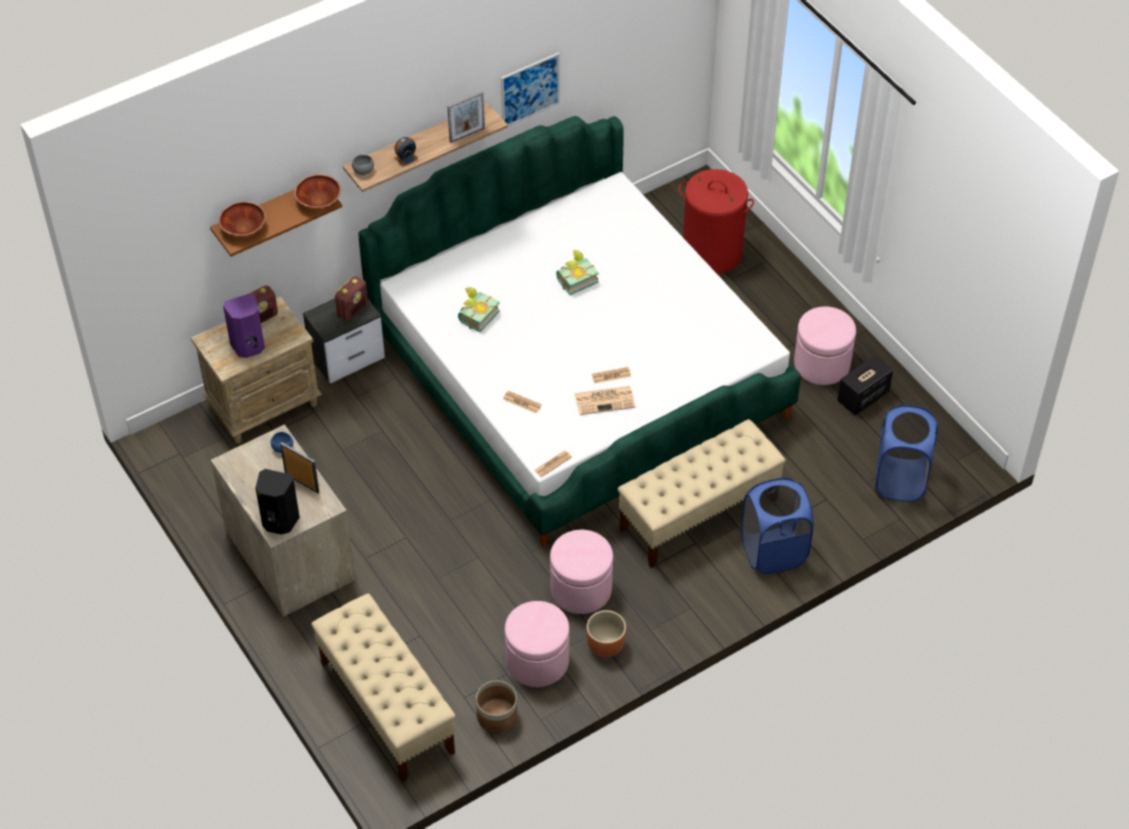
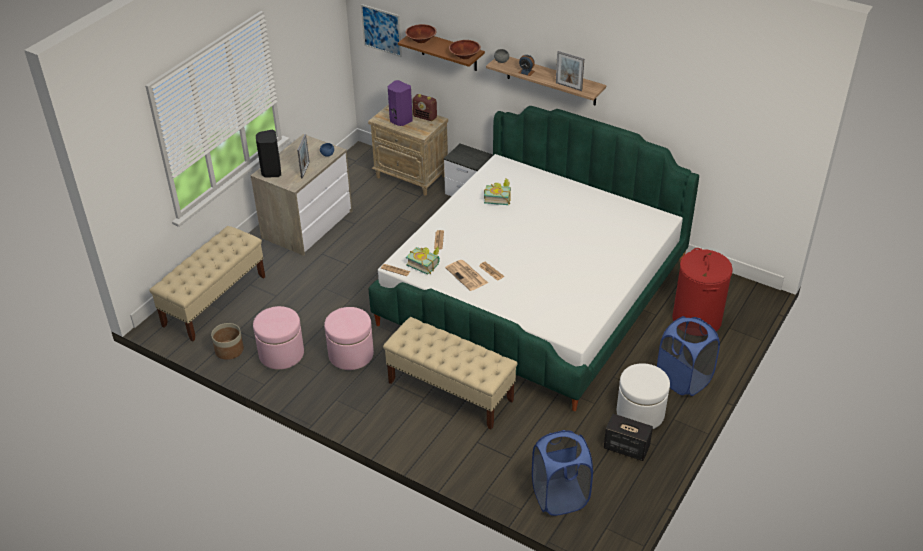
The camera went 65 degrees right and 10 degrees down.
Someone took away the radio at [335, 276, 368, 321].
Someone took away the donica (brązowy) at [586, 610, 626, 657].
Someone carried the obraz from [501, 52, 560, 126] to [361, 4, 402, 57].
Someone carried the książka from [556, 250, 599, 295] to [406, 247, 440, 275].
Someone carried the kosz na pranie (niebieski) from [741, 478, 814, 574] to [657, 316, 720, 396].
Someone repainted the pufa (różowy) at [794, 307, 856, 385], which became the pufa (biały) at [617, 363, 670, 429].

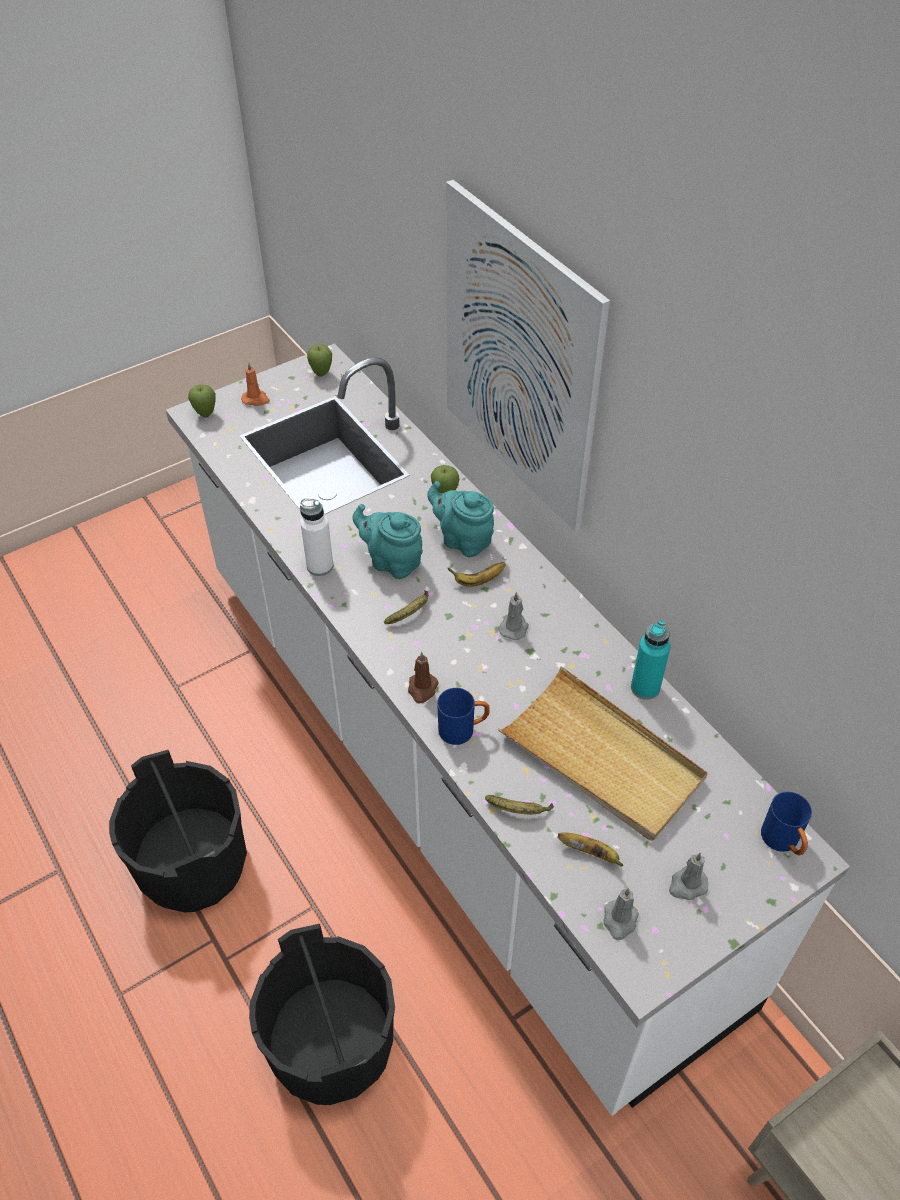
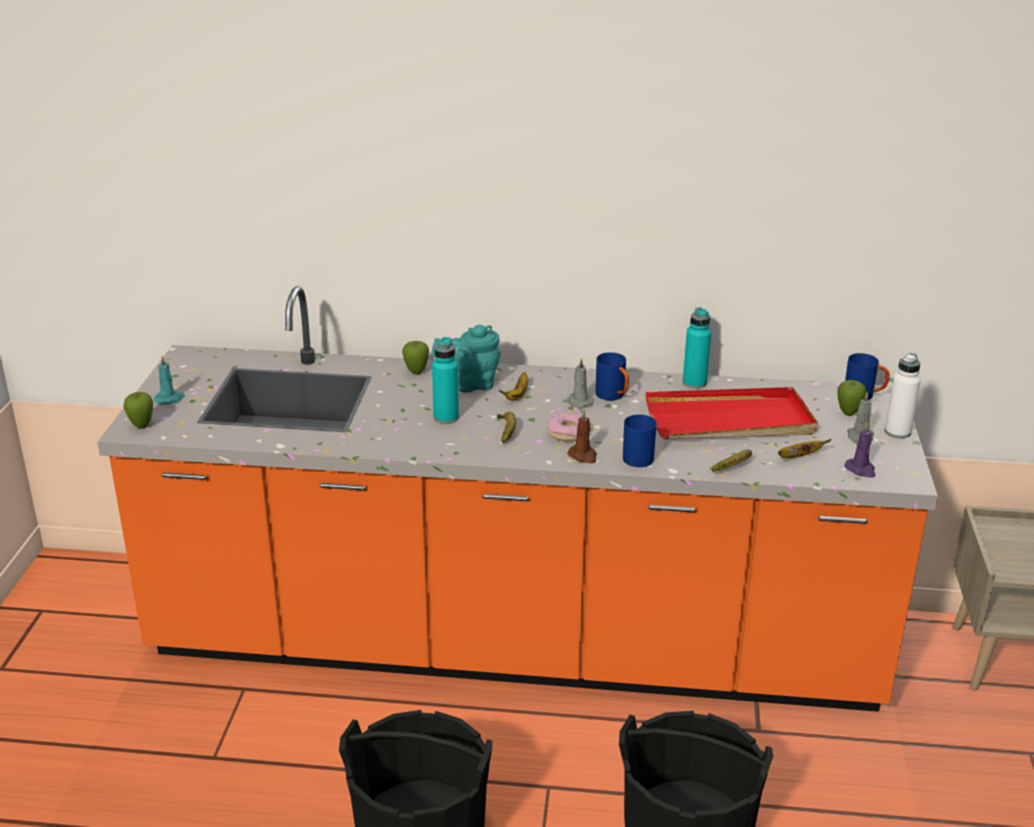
The camera went 50 degrees left and 20 degrees down.
Someone took away the obraz at [446, 180, 610, 532].
Someone put down the donut at [547, 413, 582, 442].
Someone put down the kubek (niebieski) at [596, 352, 629, 401].
Someone carried the butelka (biały) from [300, 498, 333, 576] to [885, 353, 921, 439].
Someone carried the jabłko from [307, 344, 332, 377] to [837, 380, 867, 416].
Someone swapped the imbryk (turkusowy) at [353, 504, 423, 579] for the butelka (turkusowy) at [432, 337, 459, 424].
Someone repainted the zabudowa kuchenna (biały) at [166, 343, 850, 1116], which became the zabudowa kuchenna (pomarańczowy) at [97, 286, 938, 712].
Someone repainted the świeca (pomarańczowy) at [241, 362, 270, 406], which became the świeca (turkusowy) at [154, 355, 185, 405].
Someone repainted the taca (beżowy) at [498, 666, 708, 841], which became the taca (czerwony) at [646, 387, 818, 439].
Someone repainted the świeca (szary) at [604, 888, 639, 940], which became the świeca (fioletowy) at [844, 422, 875, 478].

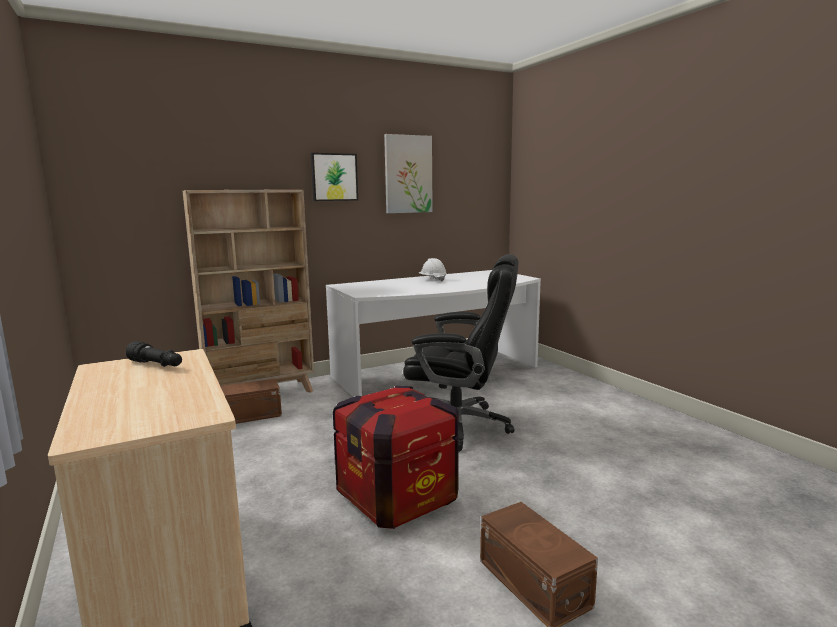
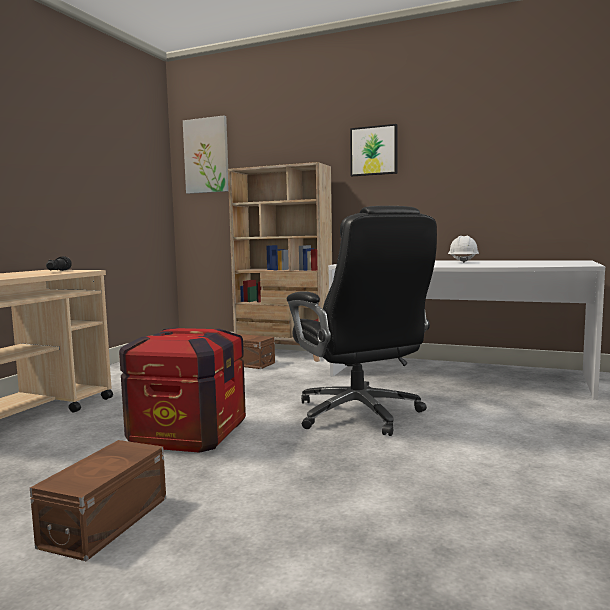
The camera went 50 degrees right and 5 degrees down.
Someone carried the obraz from [384, 134, 433, 213] to [183, 115, 229, 194].

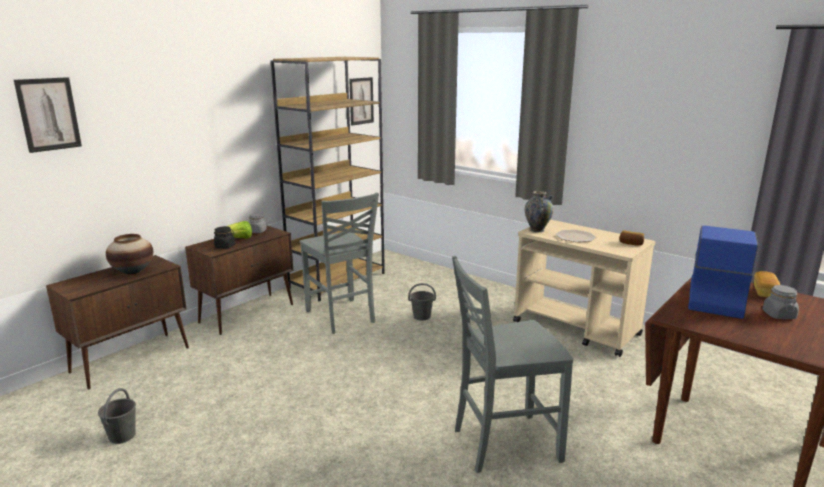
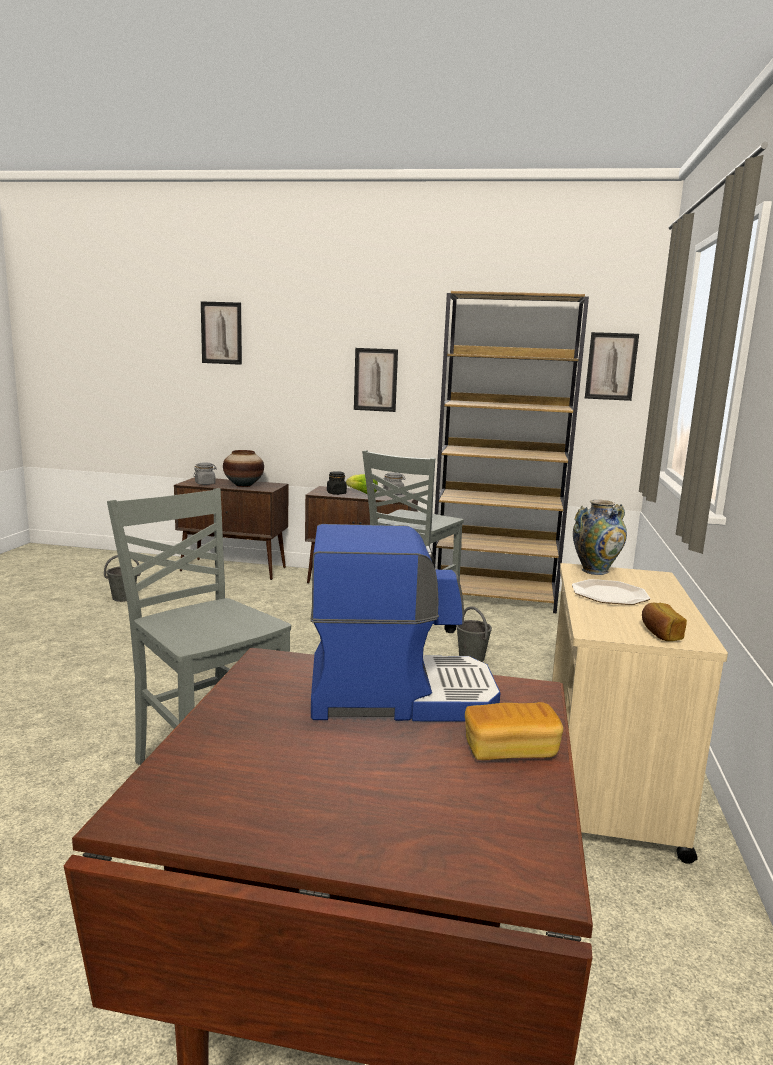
The camera went 60 degrees right and 5 degrees down.
Someone put up the obraz at [354, 348, 398, 412].
Someone carried the słoik (szary) from [762, 285, 799, 319] to [193, 463, 217, 485].

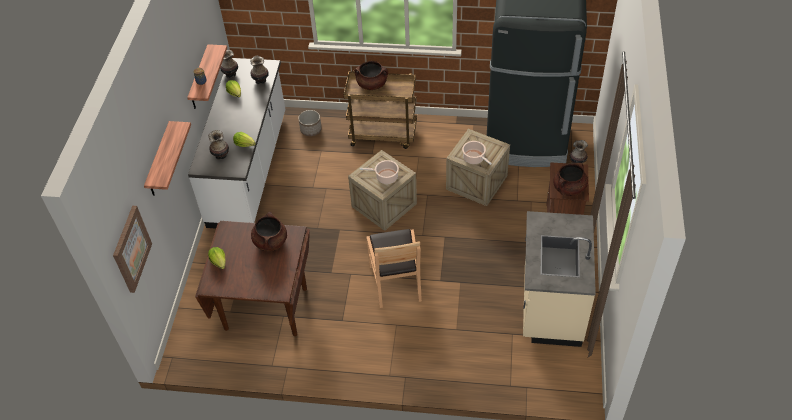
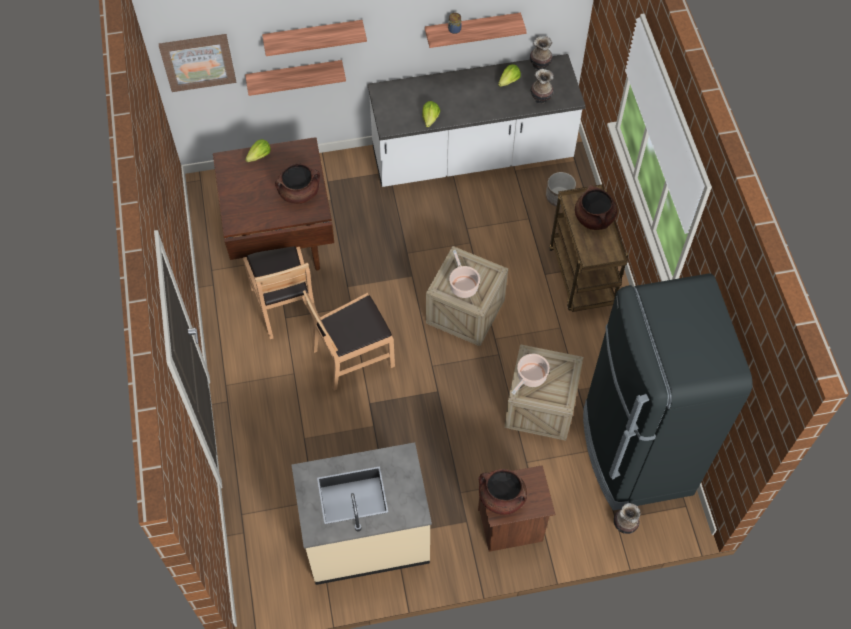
The camera went 70 degrees right and 10 degrees up.
Someone took away the wazon at [208, 130, 229, 160].
Someone put down the krzesło (brązowy) at [243, 246, 315, 339].
Someone put up the półka at [245, 60, 346, 96].

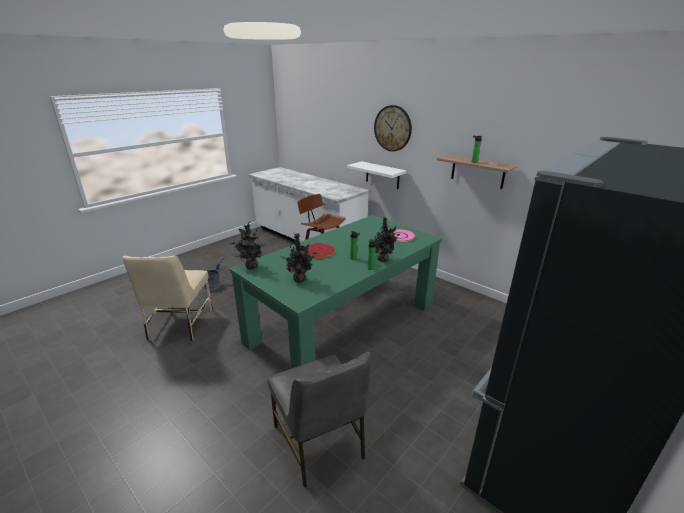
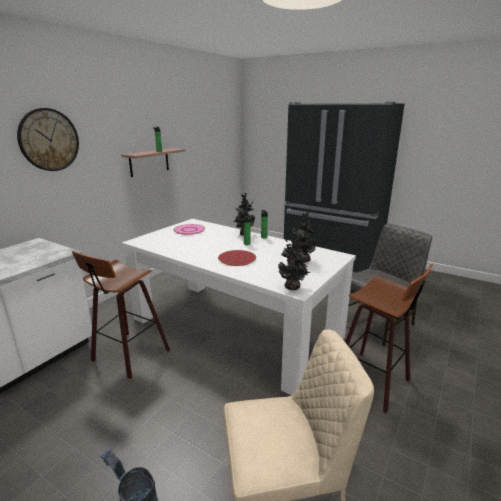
The camera went 100 degrees left and 5 degrees down.
Someone took away the półka (biały) at [347, 161, 406, 189].
Someone put down the stołek at [345, 264, 433, 413].
Someone repainted the stół jadalny (zielony) at [230, 215, 442, 369], which became the stół jadalny (biały) at [122, 219, 356, 395].

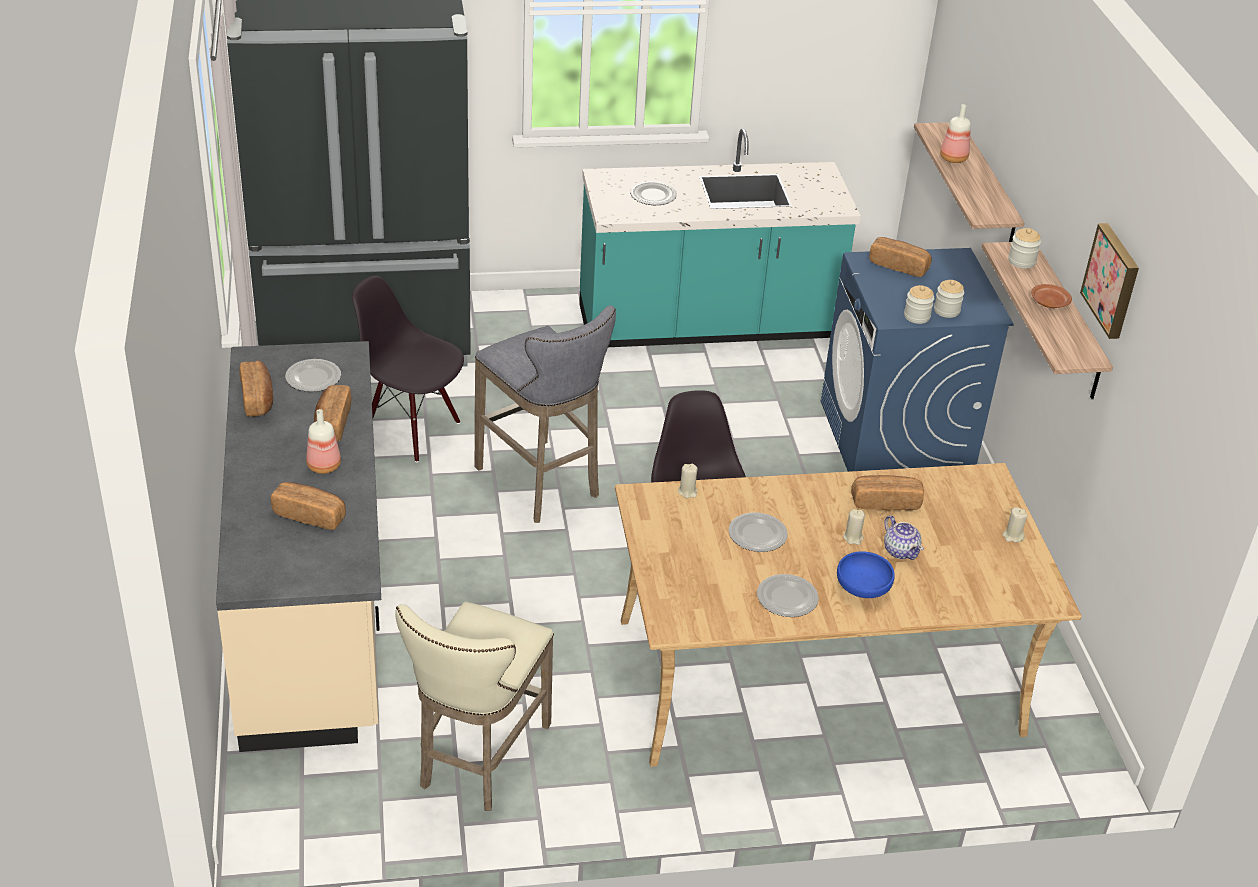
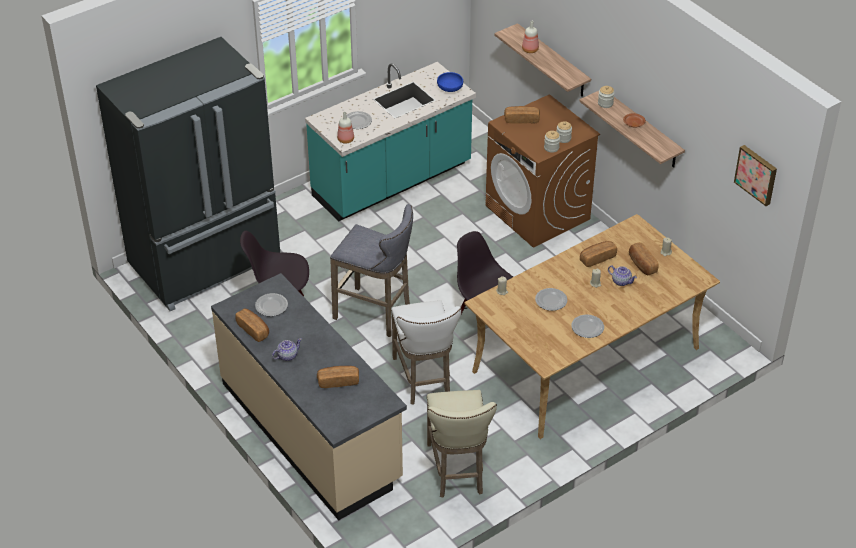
The camera went 25 degrees left and 5 degrees up.
Someone put down the imbryk at [272, 338, 302, 361].
Someone put down the stołek (biały) at [391, 300, 461, 404].
Someone carried the butelka from [306, 409, 341, 474] to [337, 112, 354, 144].
Someone carried the chleb from [314, 385, 351, 442] to [629, 242, 659, 275].
Someone carried the miska (niebieski) from [837, 551, 895, 598] to [437, 72, 463, 92].
Someone carried the obraz from [1080, 223, 1139, 339] to [734, 145, 777, 206].
Someone repainted the pralka (niebieski) at [821, 248, 1014, 472], which became the pralka (brązowy) at [485, 94, 600, 248].

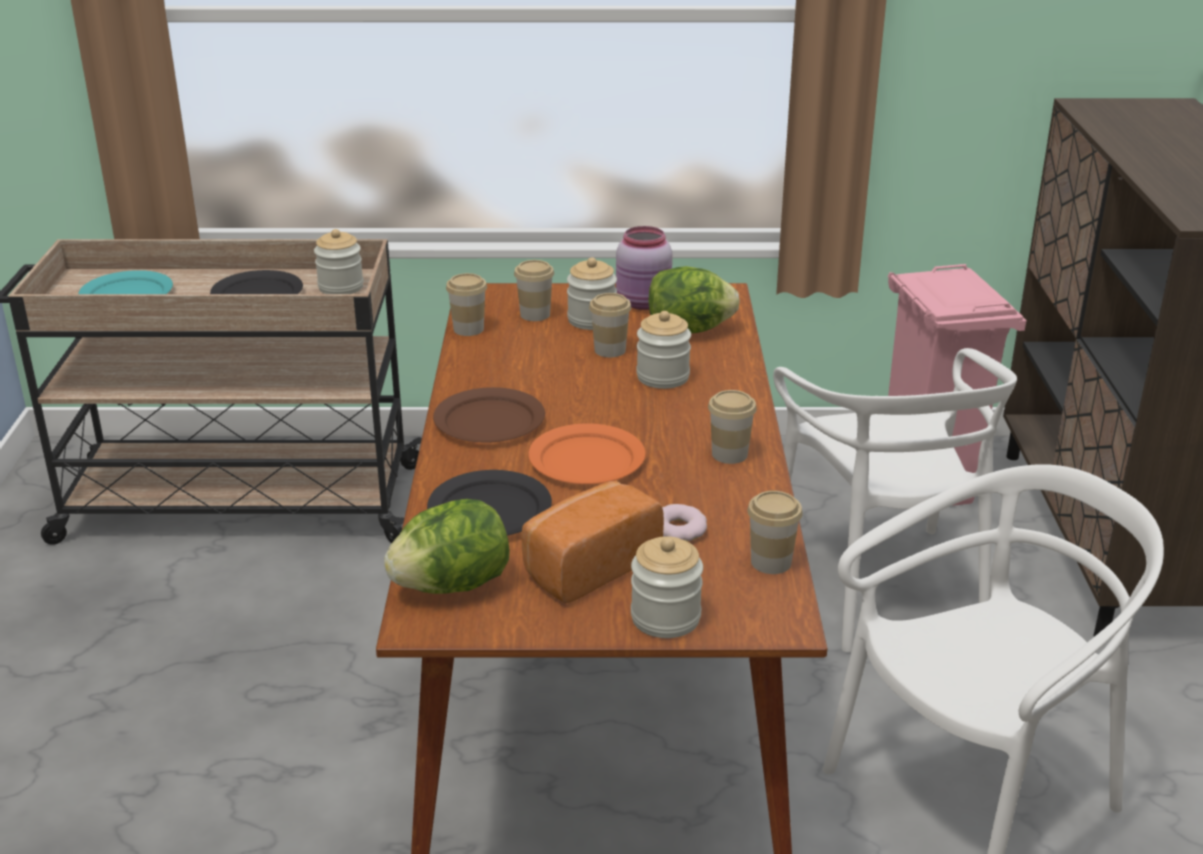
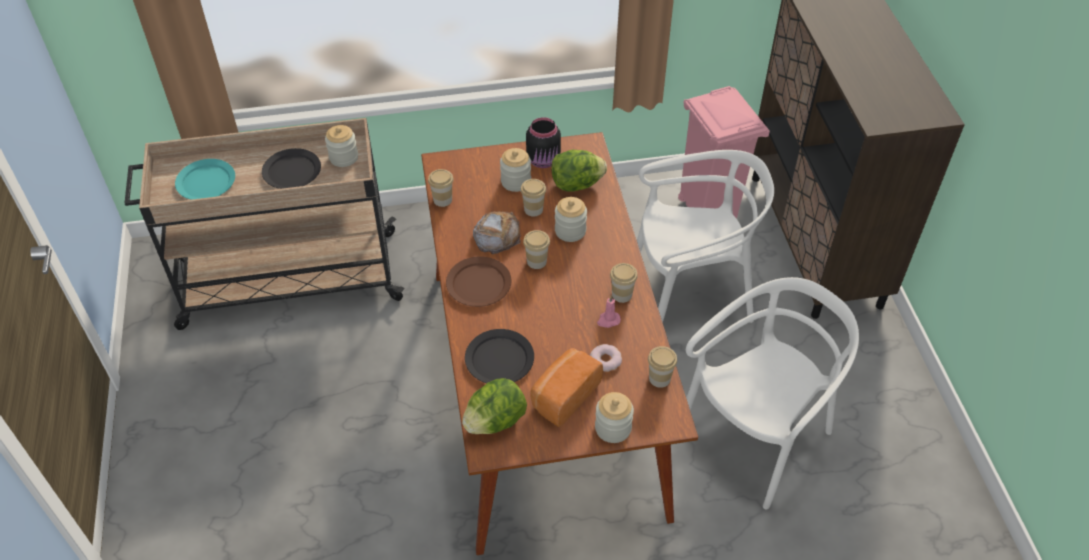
The camera went 10 degrees left and 20 degrees up.
Someone took away the talerz (pomarańczowy) at [528, 423, 646, 484].
Someone put down the chleb at [473, 211, 521, 254].
Someone put down the świeca (różowy) at [597, 296, 621, 328].
Someone carried the filiżanka from [514, 260, 554, 321] to [523, 230, 550, 269].
Someone repainted the słoik (różowy) at [616, 226, 672, 310], which became the słoik (czarny) at [526, 117, 561, 168].
Someone rotated the krzesło (biały) at [773, 348, 1017, 653] by 75 degrees counterclockwise.

